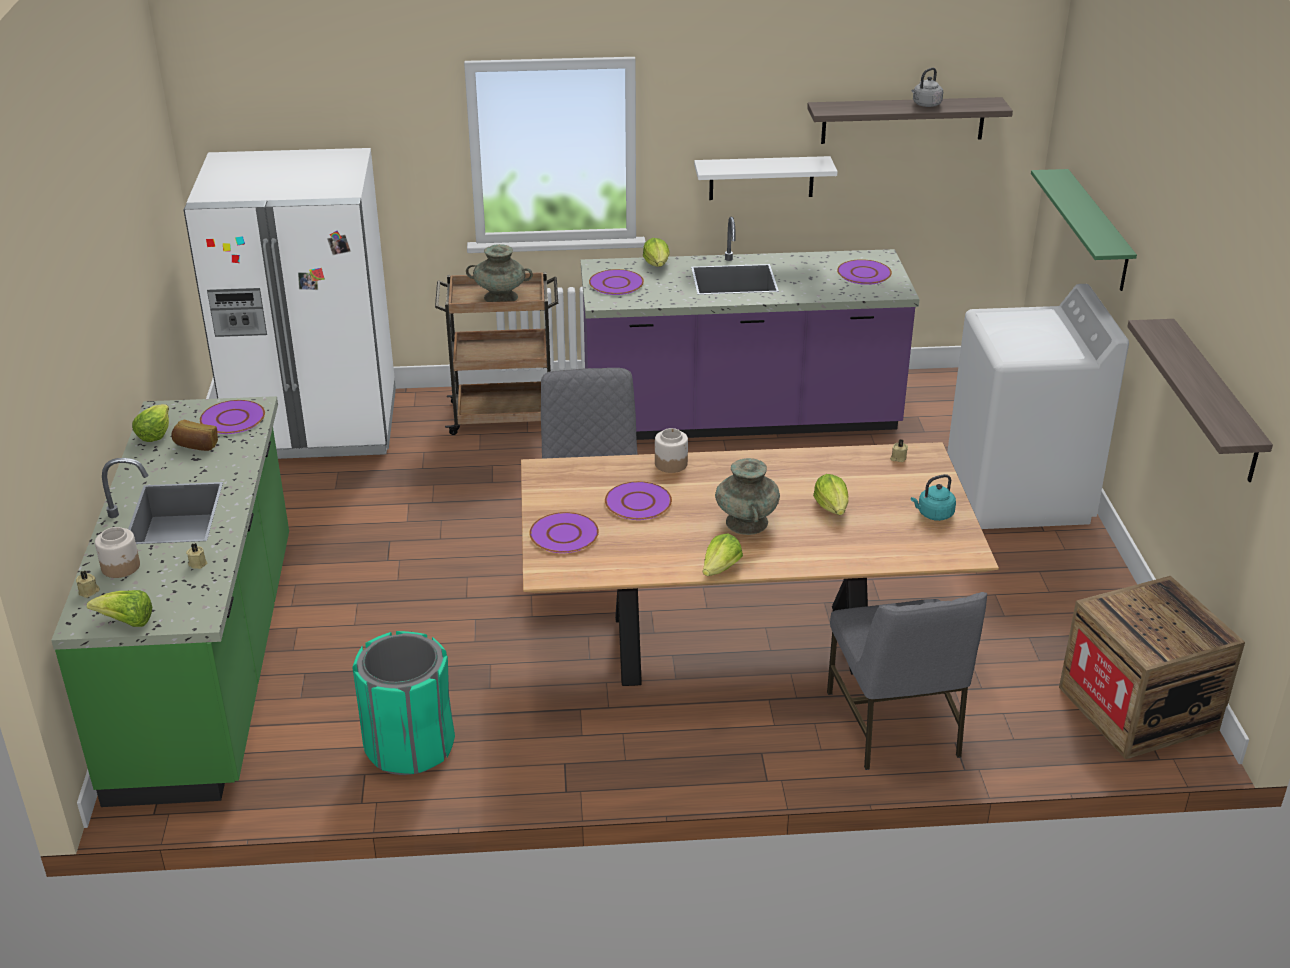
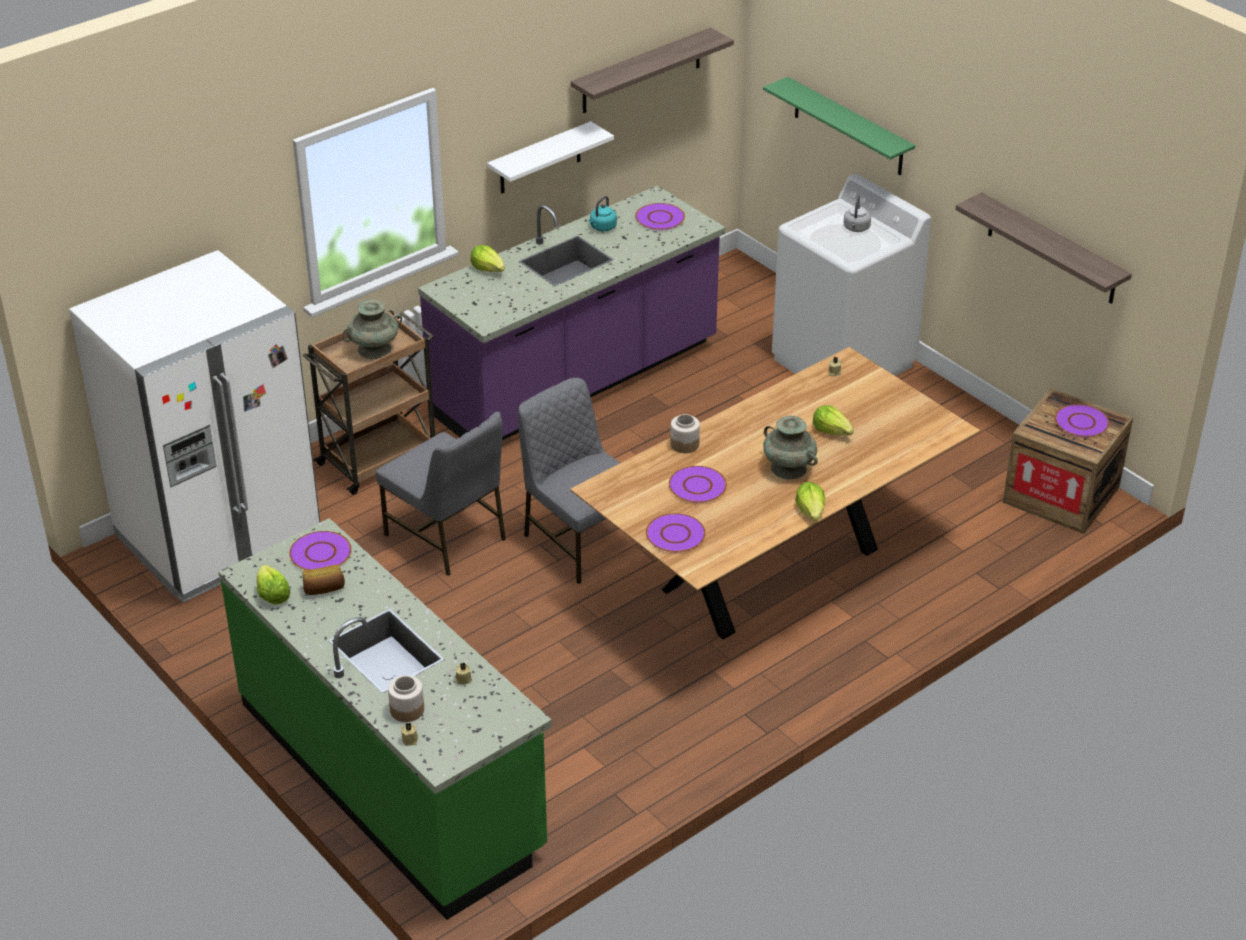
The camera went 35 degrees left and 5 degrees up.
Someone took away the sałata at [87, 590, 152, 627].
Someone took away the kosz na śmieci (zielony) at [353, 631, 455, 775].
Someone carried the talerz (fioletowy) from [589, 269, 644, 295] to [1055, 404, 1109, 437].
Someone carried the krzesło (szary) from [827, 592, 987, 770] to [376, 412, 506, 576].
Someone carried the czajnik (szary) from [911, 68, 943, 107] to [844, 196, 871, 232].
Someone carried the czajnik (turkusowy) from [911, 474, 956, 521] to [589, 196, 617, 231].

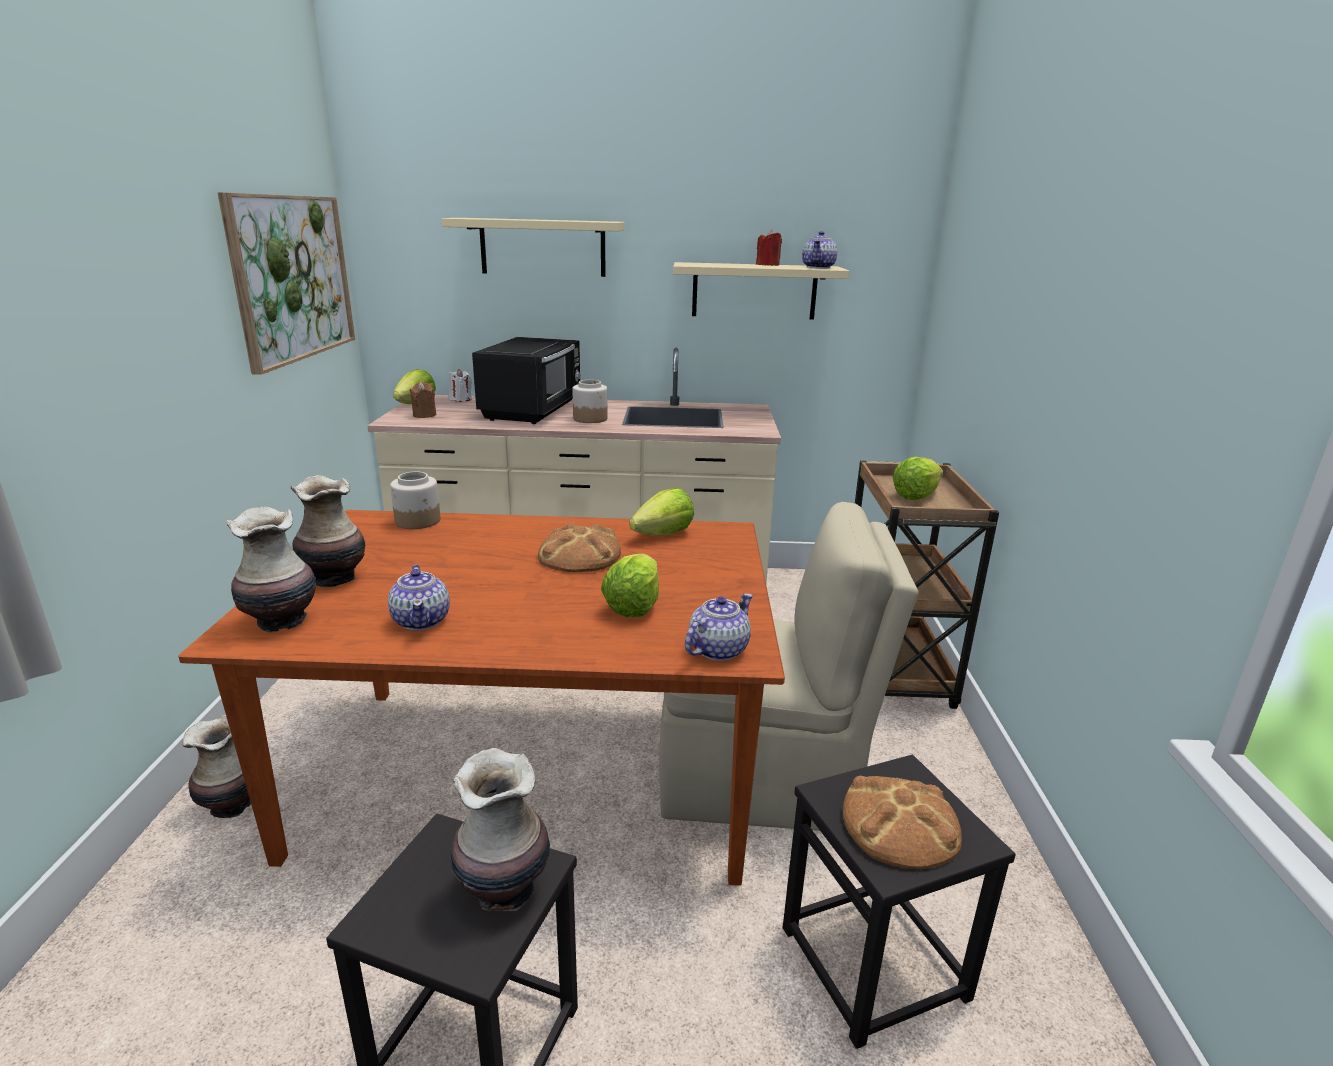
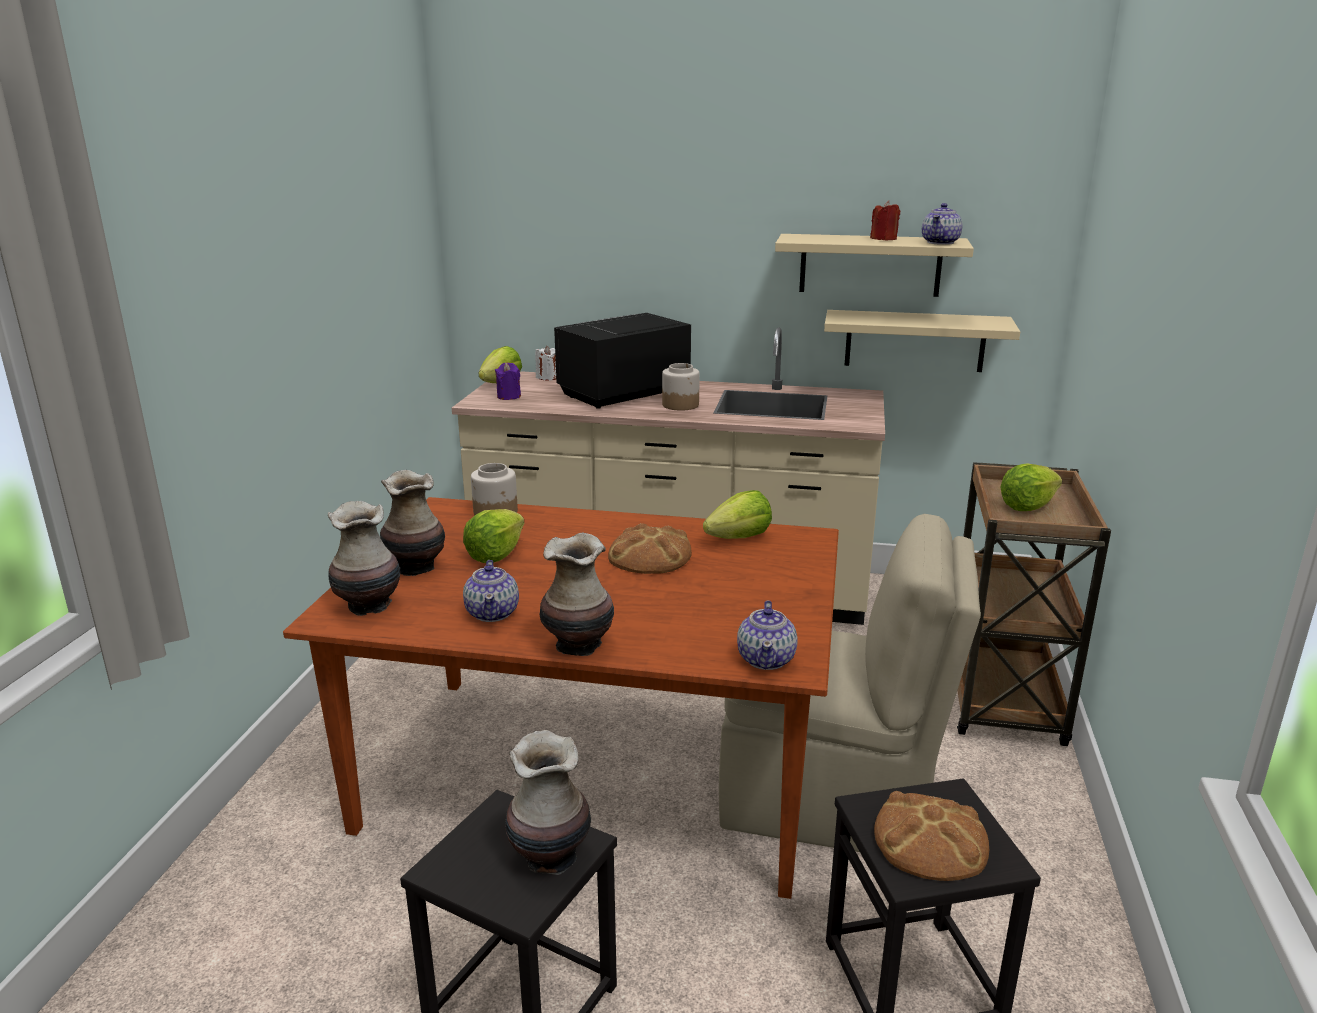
The camera went 10 degrees right and 0 degrees up.
Someone took away the obraz at [218, 193, 355, 375].
Someone carried the wazon from [182, 715, 251, 818] to [539, 533, 614, 656].
Someone carried the półka (beżowy) from [442, 218, 625, 277] to [824, 310, 1020, 372].
Someone carried the sałata from [601, 554, 659, 618] to [463, 509, 524, 563].
Someone repainted the świeca (brązowy) at [410, 382, 436, 418], which became the świeca (fioletowy) at [495, 362, 521, 400].
Someone rotated the mikrofalówka (czarny) at [472, 337, 580, 424] by 150 degrees counterclockwise.
Someone rotated the imbryk at [685, 593, 753, 661] by 135 degrees clockwise.

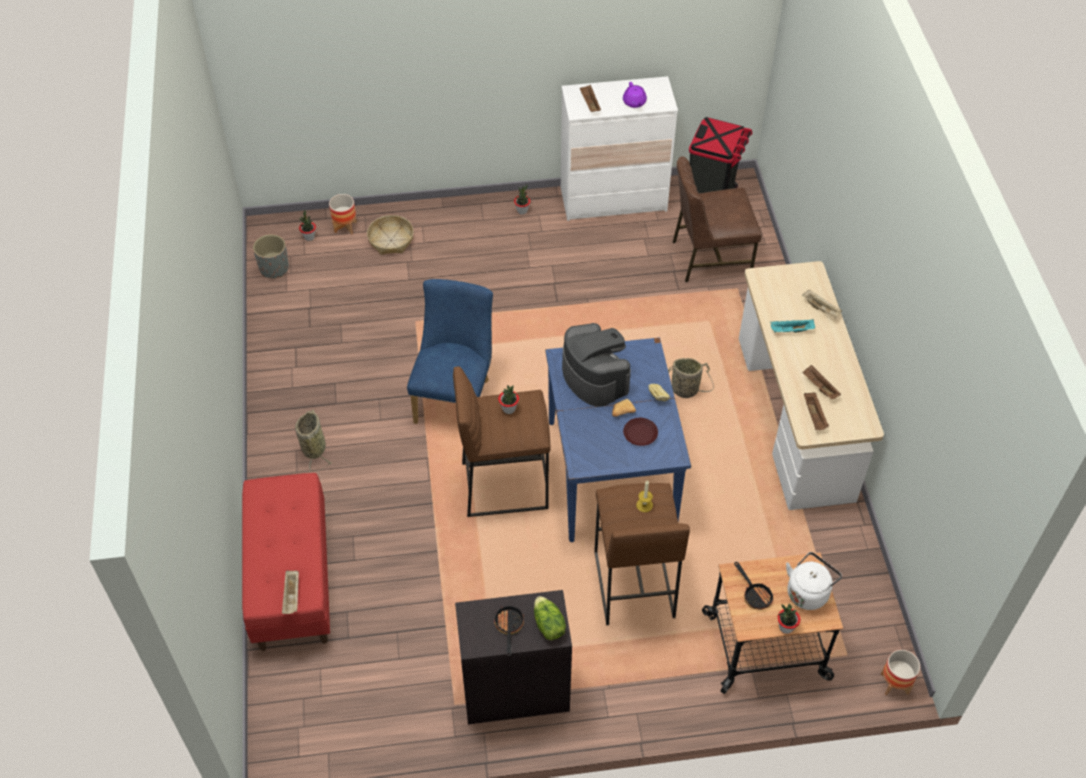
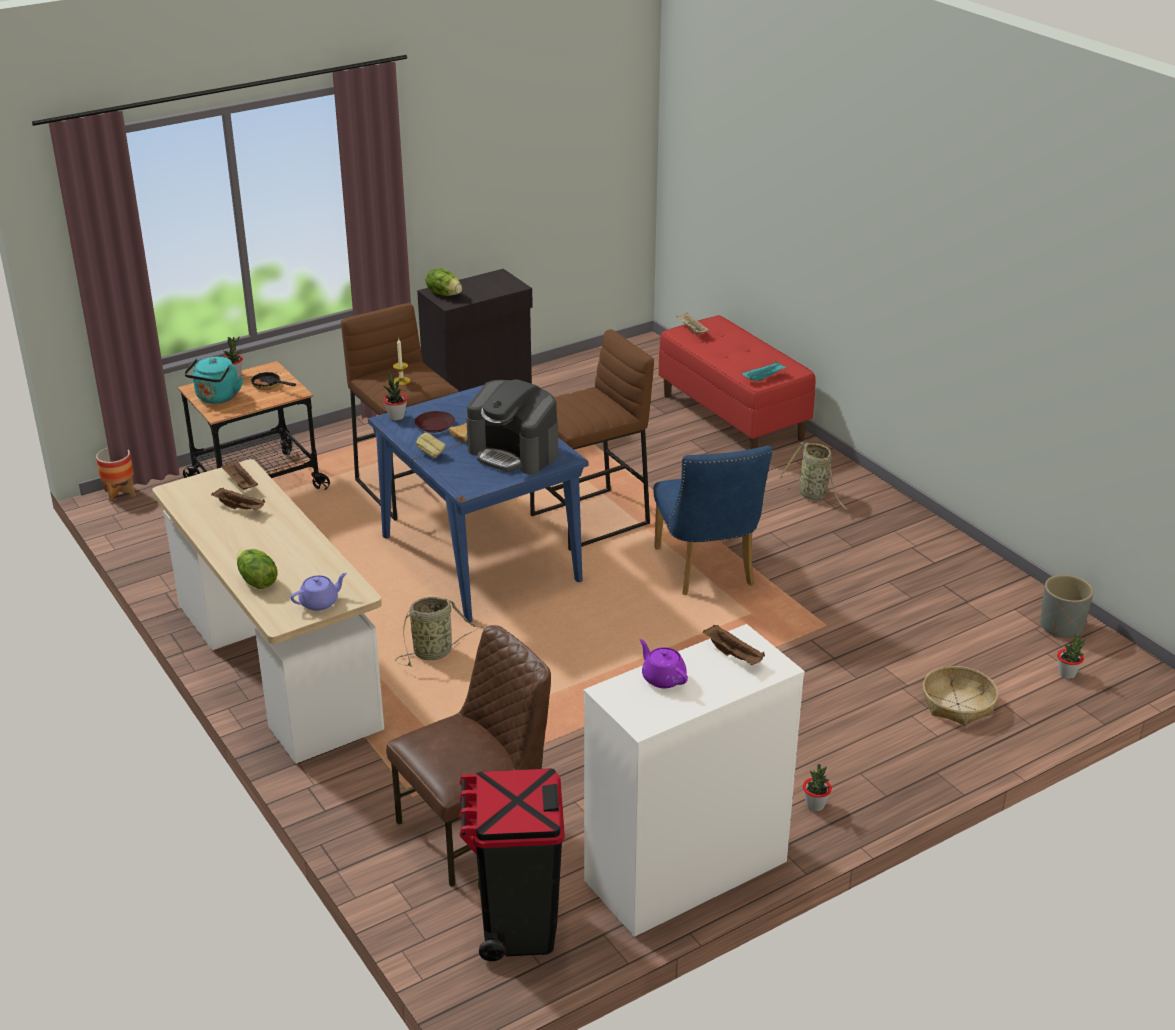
The camera went 155 degrees right and 20 degrees down.
Someone took away the donica at [329, 194, 357, 235].
Someone took away the patelnia at [494, 603, 524, 656].
Someone put down the imbryk (fioletowy) at [290, 573, 347, 611].
Someone carried the roślina doniczkowa from [498, 385, 519, 414] to [383, 372, 407, 421].
Someone carried the taca (turkusowy) from [770, 319, 815, 333] to [742, 361, 787, 381].
Someone swapped the taca (beżowy) at [802, 290, 842, 319] for the sałata at [237, 549, 278, 589].
Someone repainted the czajnik (biały) at [786, 552, 842, 610], which became the czajnik (turkusowy) at [184, 357, 243, 404].

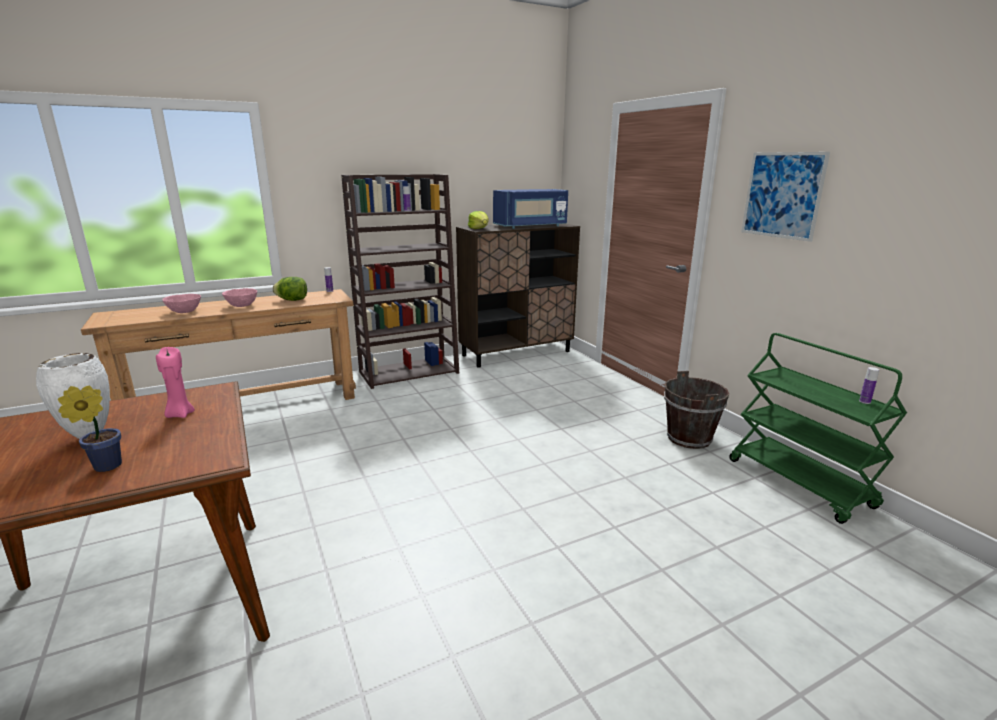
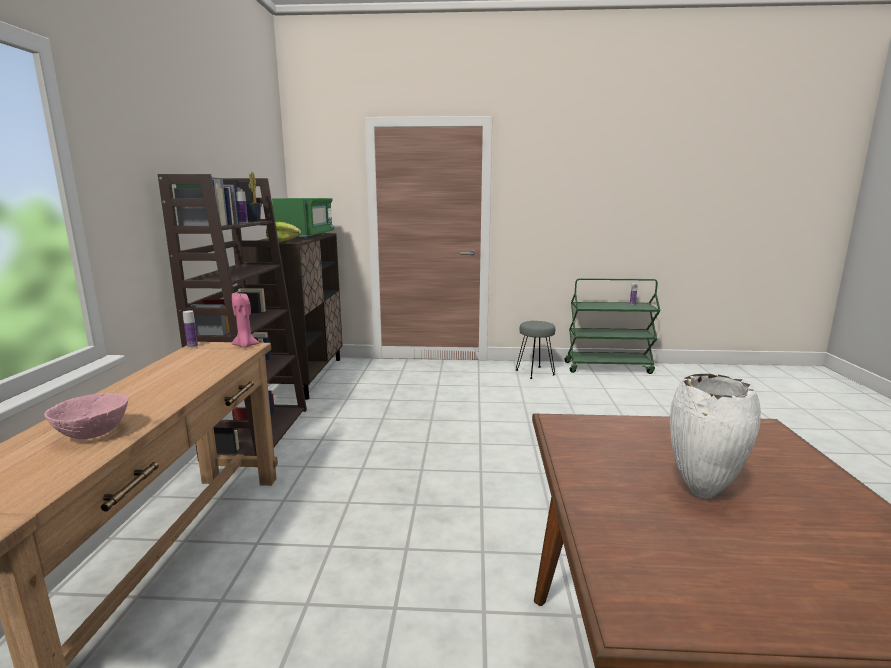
The camera went 60 degrees left and 5 degrees down.
Someone took away the miska (różowy) at [222, 288, 257, 307].
Someone took away the sałata at [272, 277, 307, 301].
Someone took away the obraz at [741, 152, 830, 242].
Someone carried the roślina doniczkowa from [58, 386, 122, 472] to [246, 171, 262, 222].
Someone carried the świeca (różowy) from [156, 347, 195, 418] to [232, 293, 259, 348].
Someone swapped the wiadro (brązowy) at [664, 371, 730, 449] for the stołek (szary) at [516, 321, 555, 379].
Someone repainted the mikrofalówka (niebieski) at [493, 189, 568, 229], which became the mikrofalówka (zielony) at [272, 198, 334, 239].

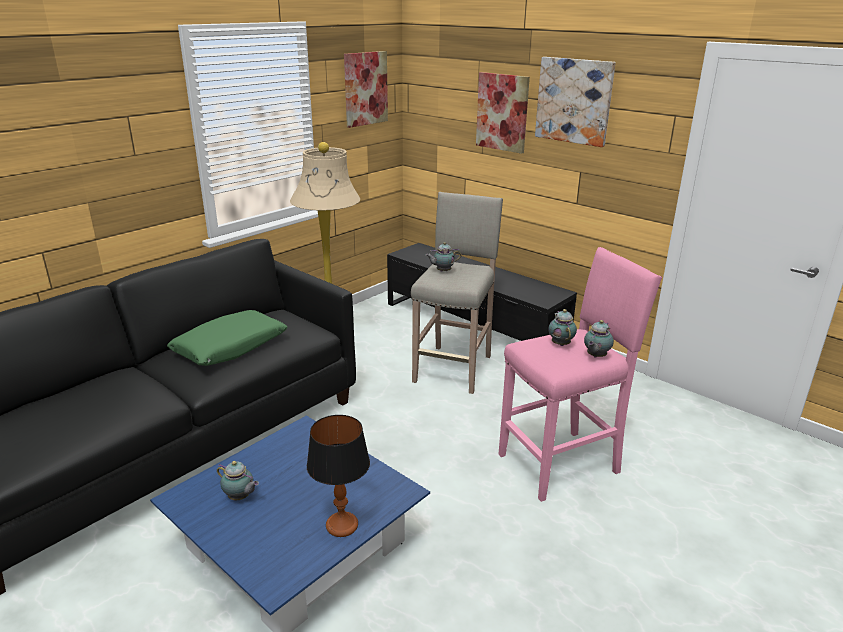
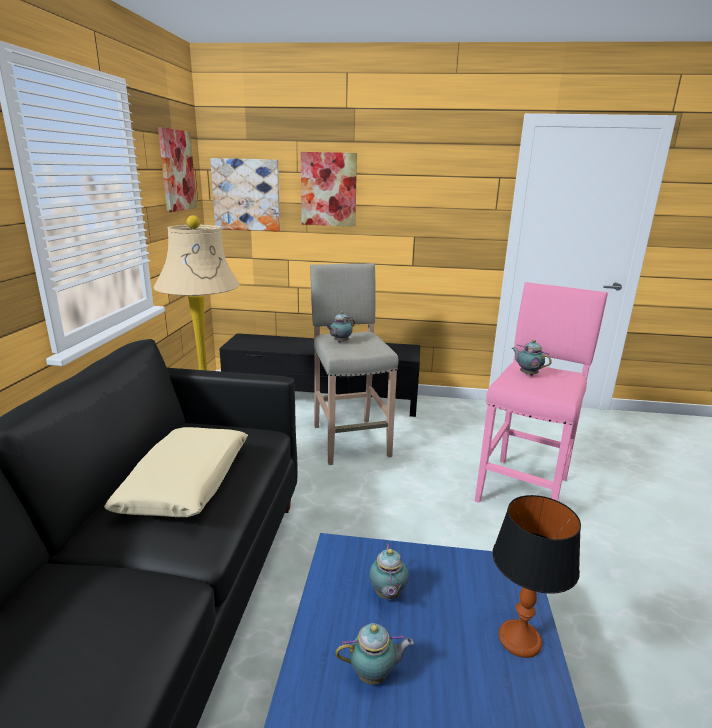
The camera went 35 degrees left and 5 degrees down.
Someone carried the obraz from [535, 57, 616, 147] to [210, 158, 280, 231].
Someone carried the imbryk from [584, 320, 614, 358] to [369, 543, 409, 599].
Someone repainted the poduszka (zielony) at [167, 310, 288, 366], which became the poduszka (beżowy) at [104, 427, 248, 517].

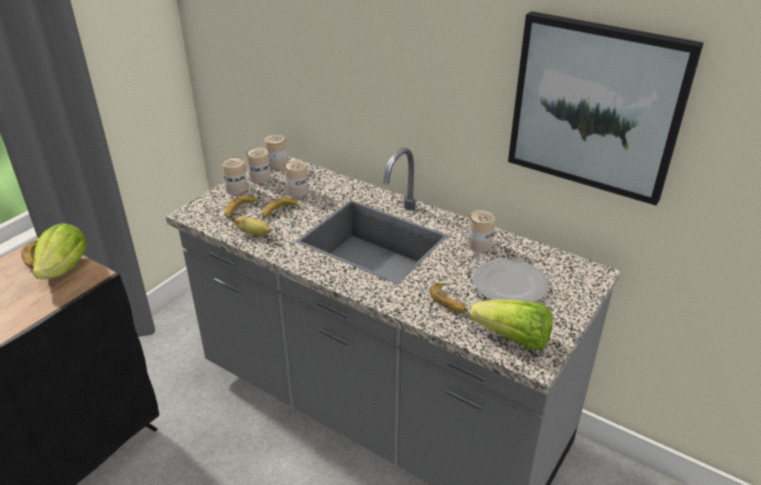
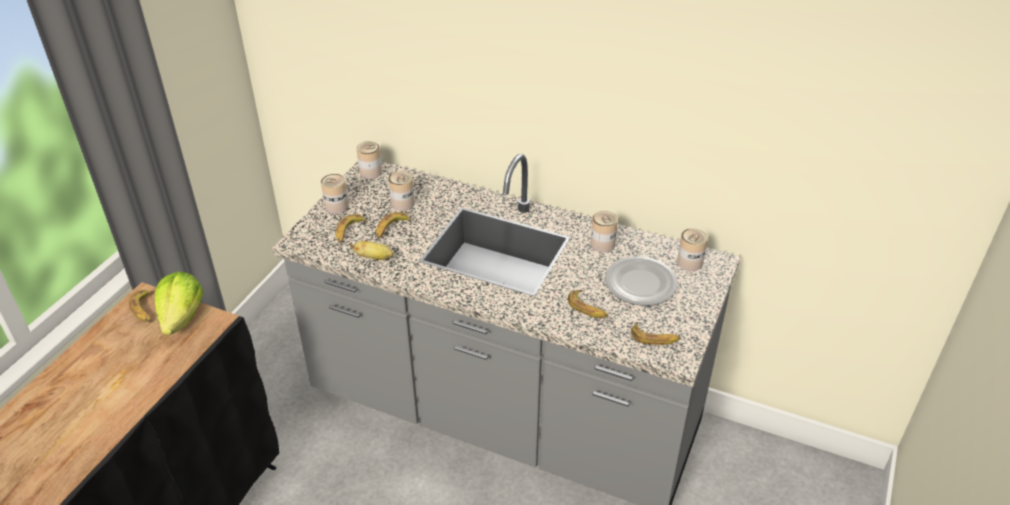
The camera went 10 degrees left and 5 degrees up.
Someone took away the obraz at [508, 11, 704, 205].
Someone carried the puszka from [246, 147, 271, 184] to [677, 228, 708, 271].
Someone swapped the sałata at [469, 299, 553, 350] for the banan at [631, 323, 681, 345].

